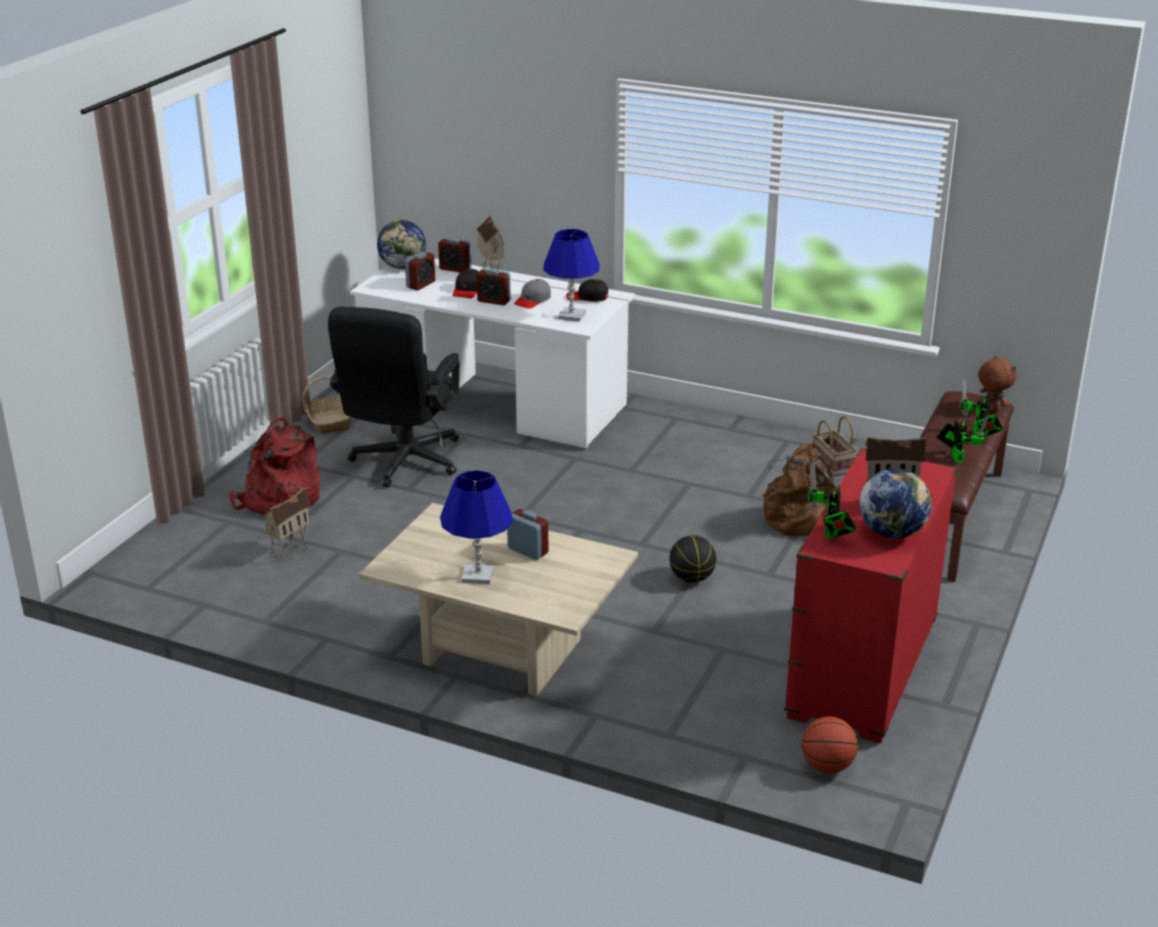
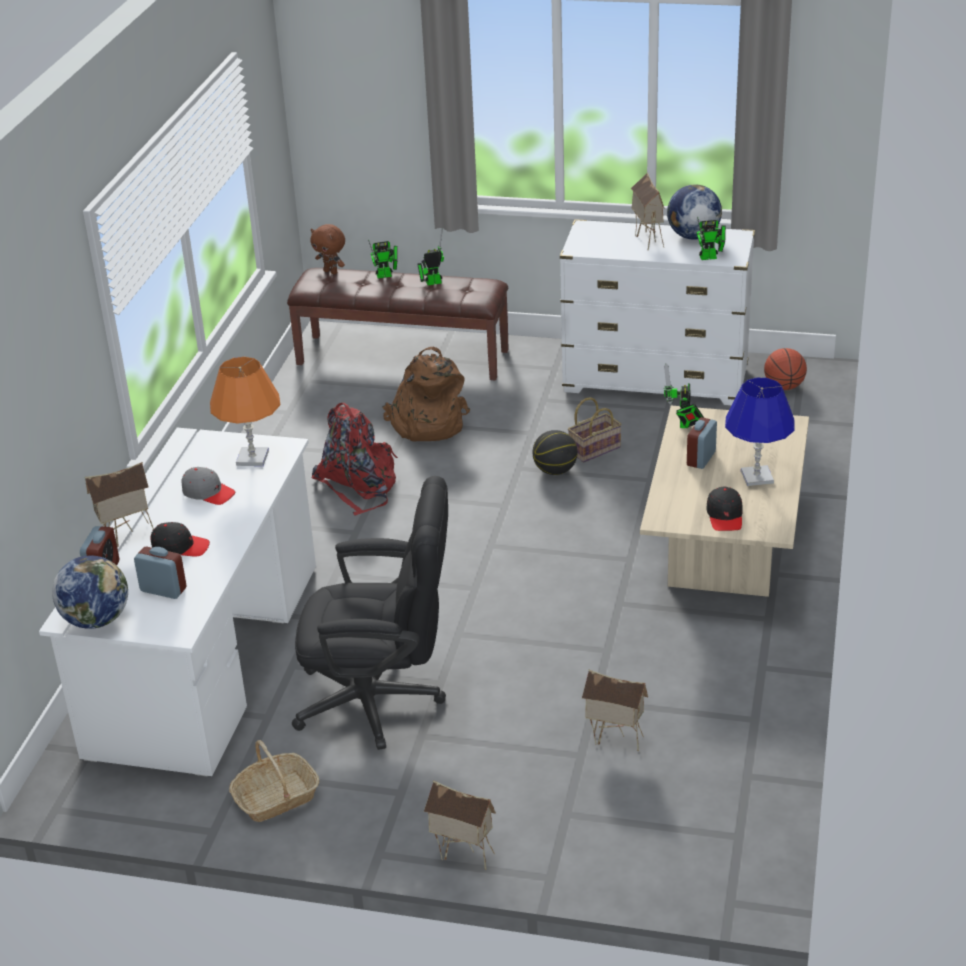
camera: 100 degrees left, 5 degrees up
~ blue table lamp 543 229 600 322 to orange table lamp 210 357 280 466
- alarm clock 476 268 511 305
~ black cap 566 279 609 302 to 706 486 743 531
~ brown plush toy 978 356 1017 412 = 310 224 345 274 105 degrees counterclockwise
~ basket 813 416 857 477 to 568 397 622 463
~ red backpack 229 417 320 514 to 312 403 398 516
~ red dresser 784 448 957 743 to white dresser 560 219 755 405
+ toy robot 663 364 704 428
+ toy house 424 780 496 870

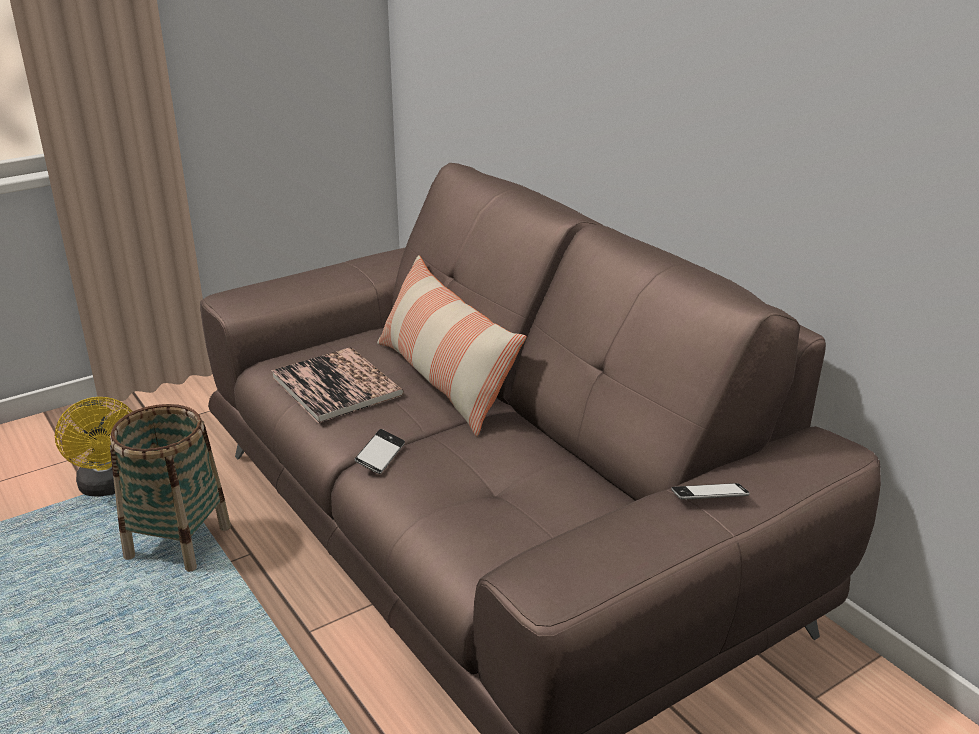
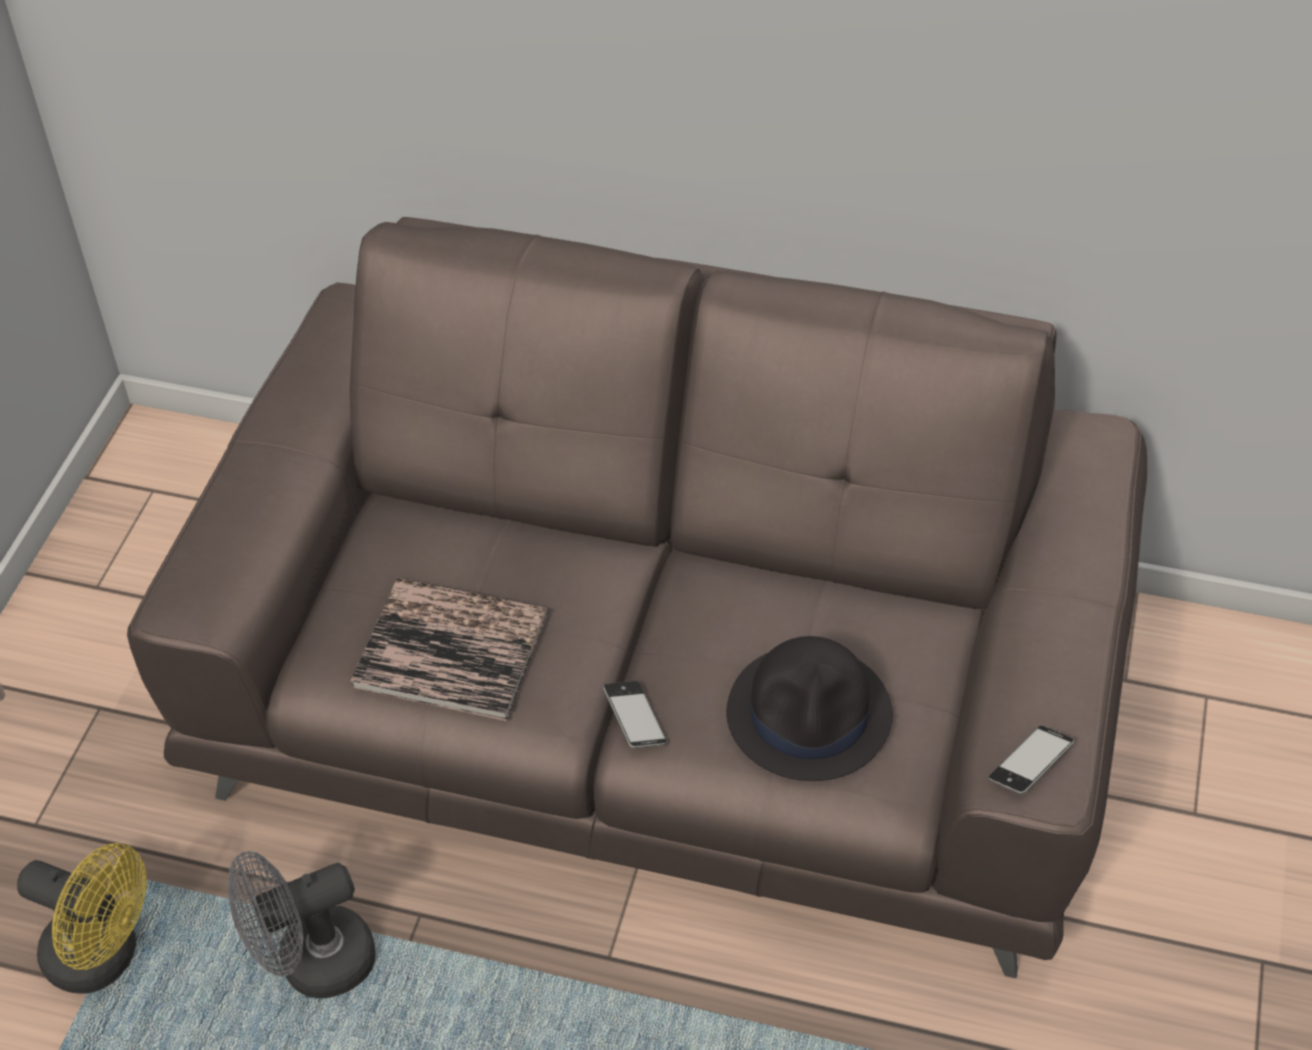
camera: 40 degrees left, 20 degrees up
- pillow 377 255 526 436
~ basket 110 404 231 572 to grey fan 227 851 376 998
~ phone 671 483 750 499 to 989 726 1074 794
+ black hat 726 636 893 781

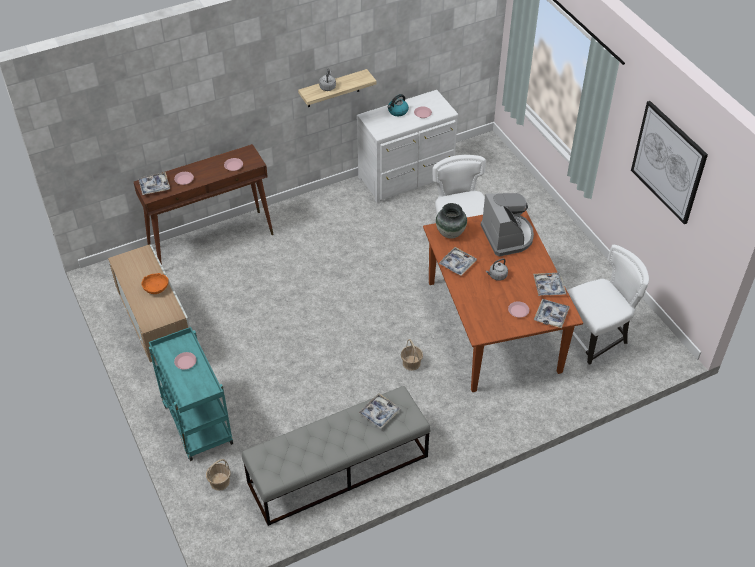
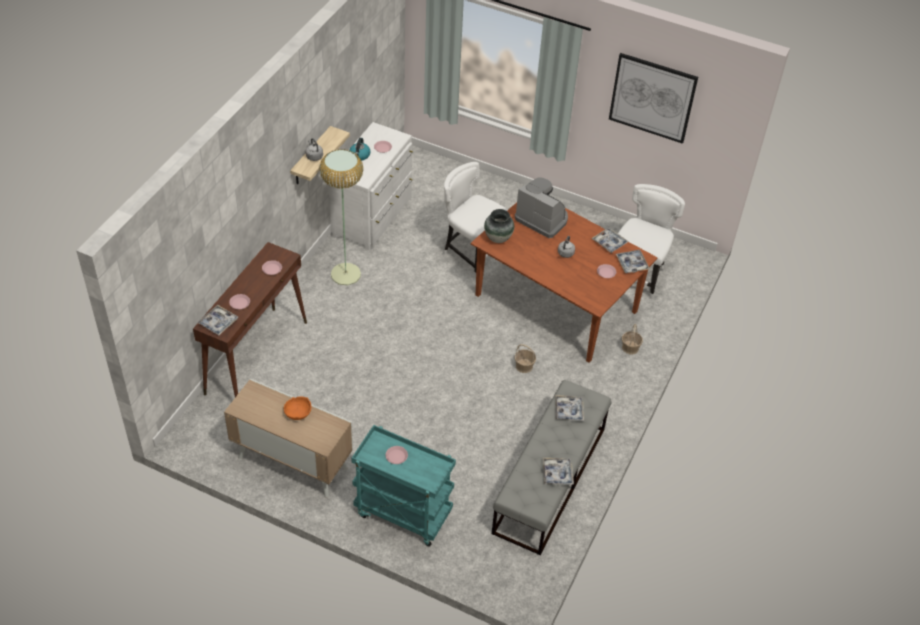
camera: 40 degrees left, 0 degrees up
~ tray 438 247 477 276 to 543 458 574 485
~ basket 206 459 231 491 to 622 324 643 354
+ floor lamp 319 149 363 285

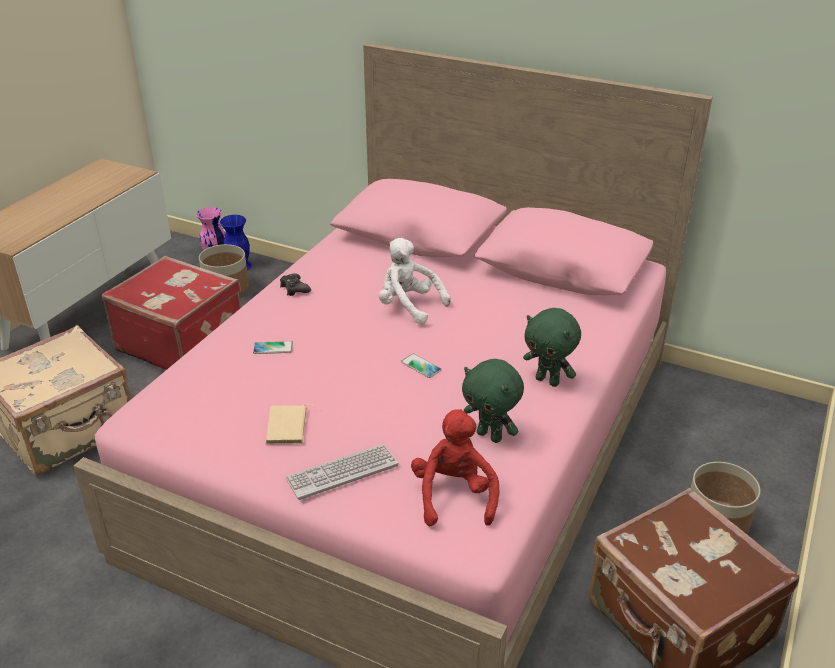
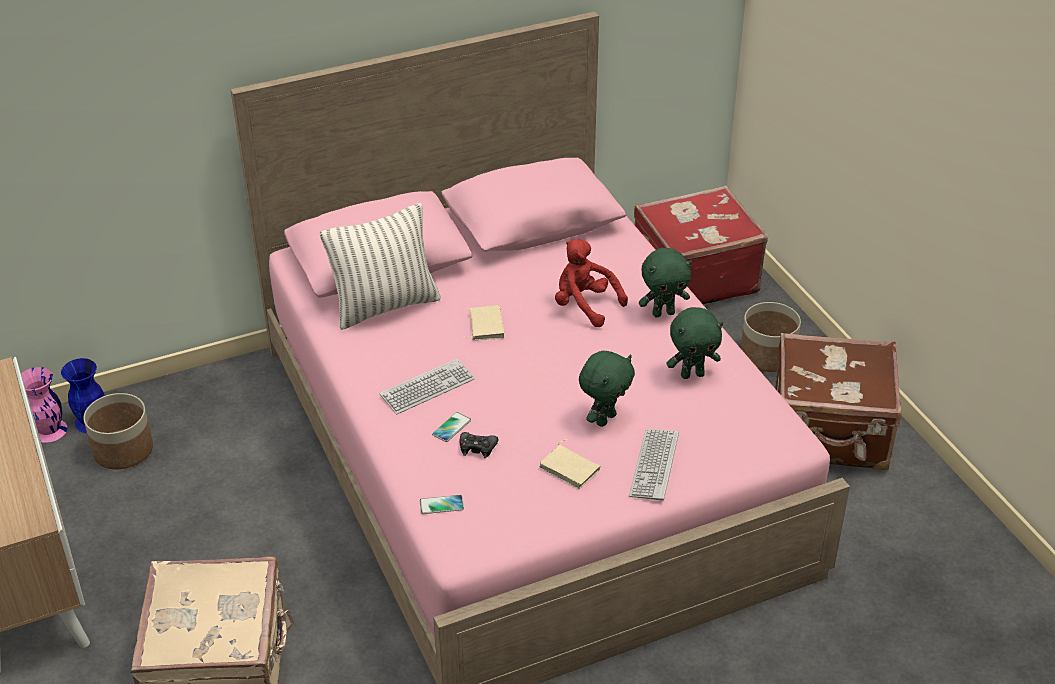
camera: 50 degrees left, 5 degrees up
~ white plush toy 379 238 451 325 to beige book 464 305 504 340
~ red suitcase 102 256 241 370 to 634 185 768 304
~ black game controller 280 273 311 296 to 460 432 499 458
~ phone 401 354 442 378 to 420 495 464 514
~ red plush toy 411 409 499 526 to 555 239 628 327
+ pillow 320 203 441 330
+ green plush toy 579 351 635 427
+ keyboard 379 359 475 414

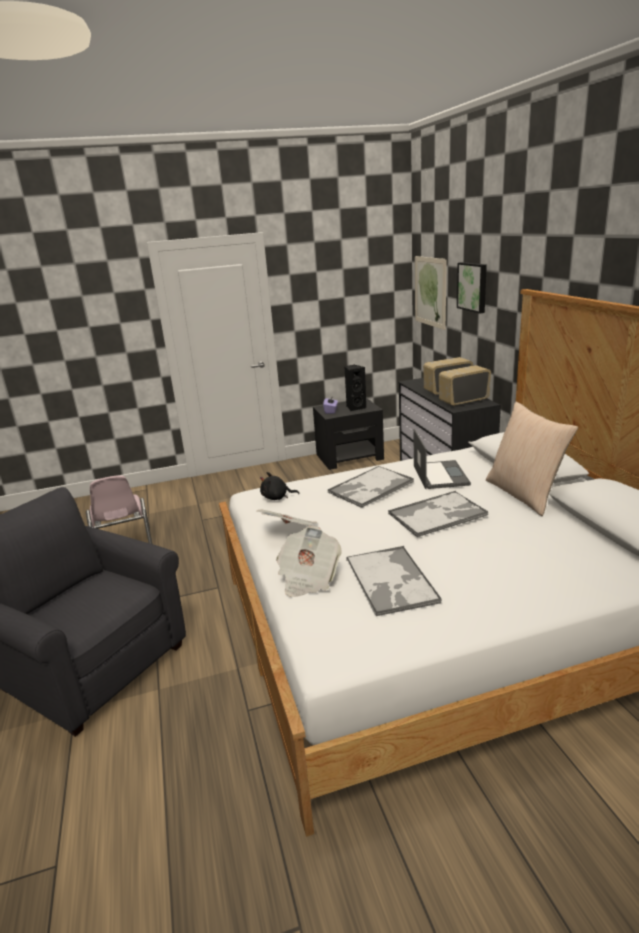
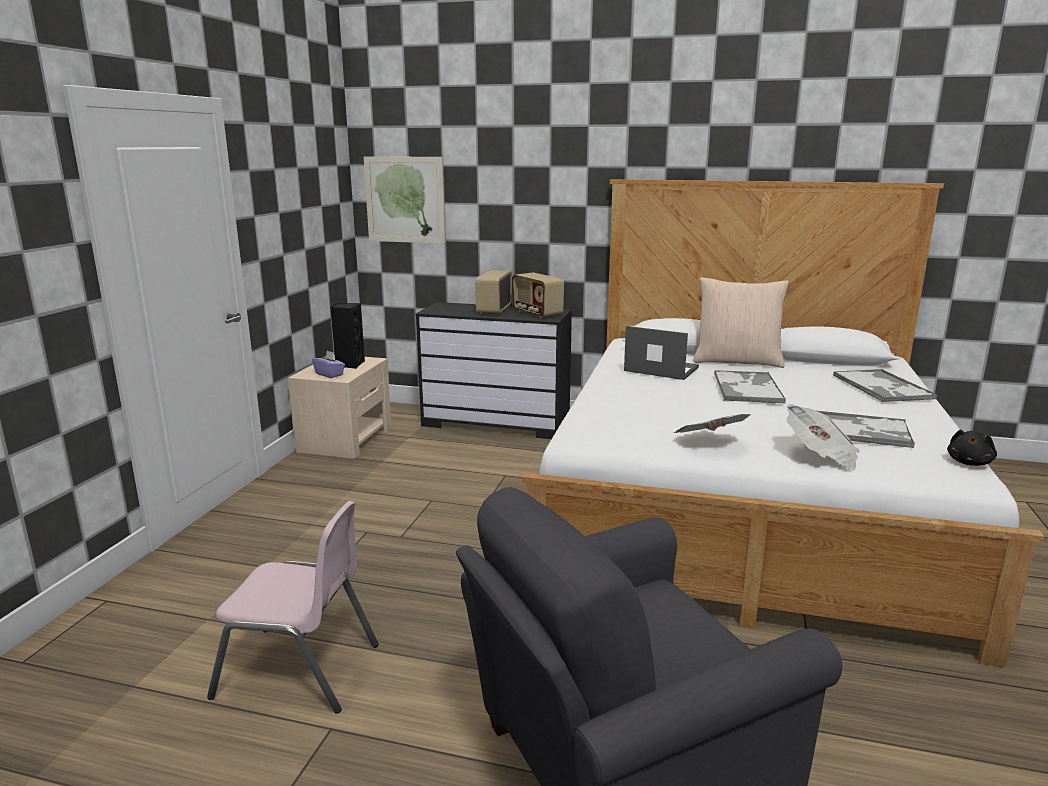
camera: 60 degrees left, 5 degrees down
- picture 457 262 487 314
~ radio 439 365 491 406 = 512 272 564 318 45 degrees counterclockwise
~ black nightstand 313 398 384 470 to beige nightstand 288 354 391 459
~ tray 328 466 414 508 to 833 369 937 402
~ black plush toy 260 472 300 500 to 947 429 997 466

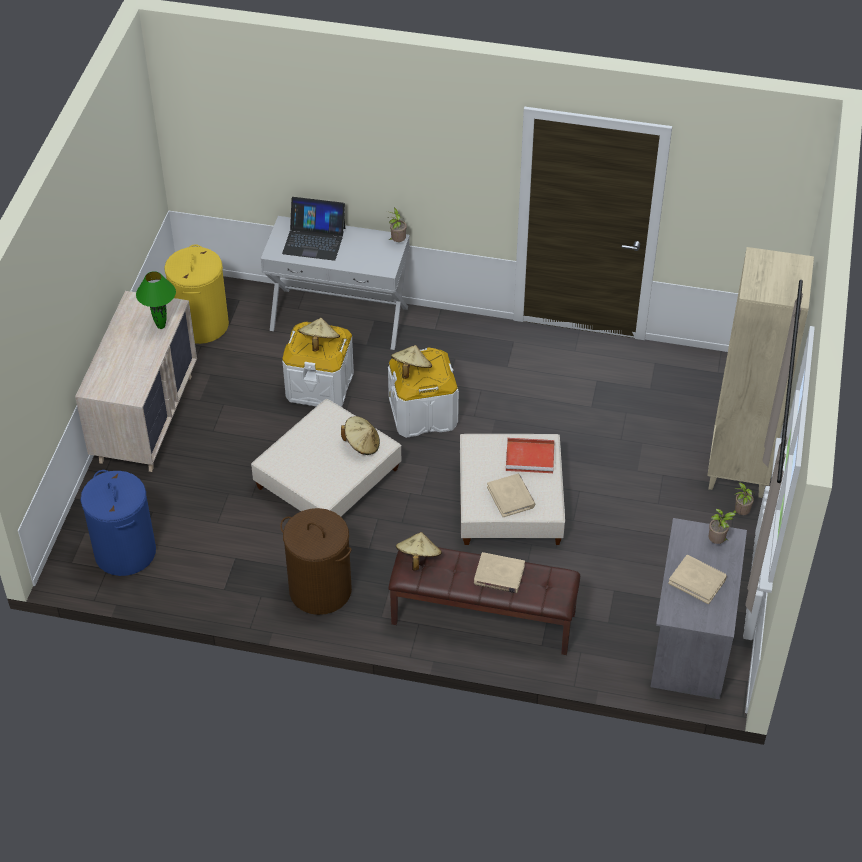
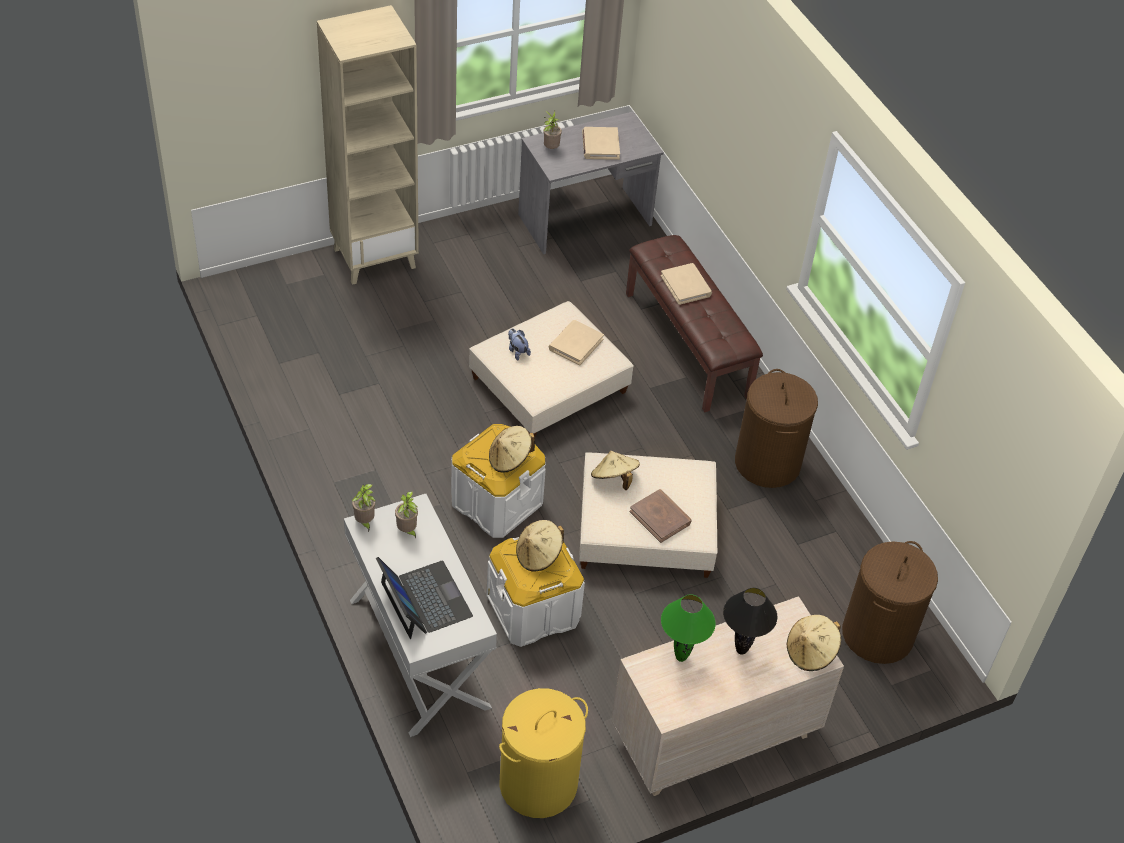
camera: 130 degrees left, 0 degrees up
~ red tray 506 438 555 473 to plush toy 508 328 531 360
~ blue laundry basket 80 470 156 576 to brown laundry basket 842 541 938 664
~ potted plant 733 482 755 515 to 395 491 418 538
~ beige hat 396 532 442 571 to 787 615 841 671
+ brown book 630 489 692 543
+ black table lamp 723 588 777 655

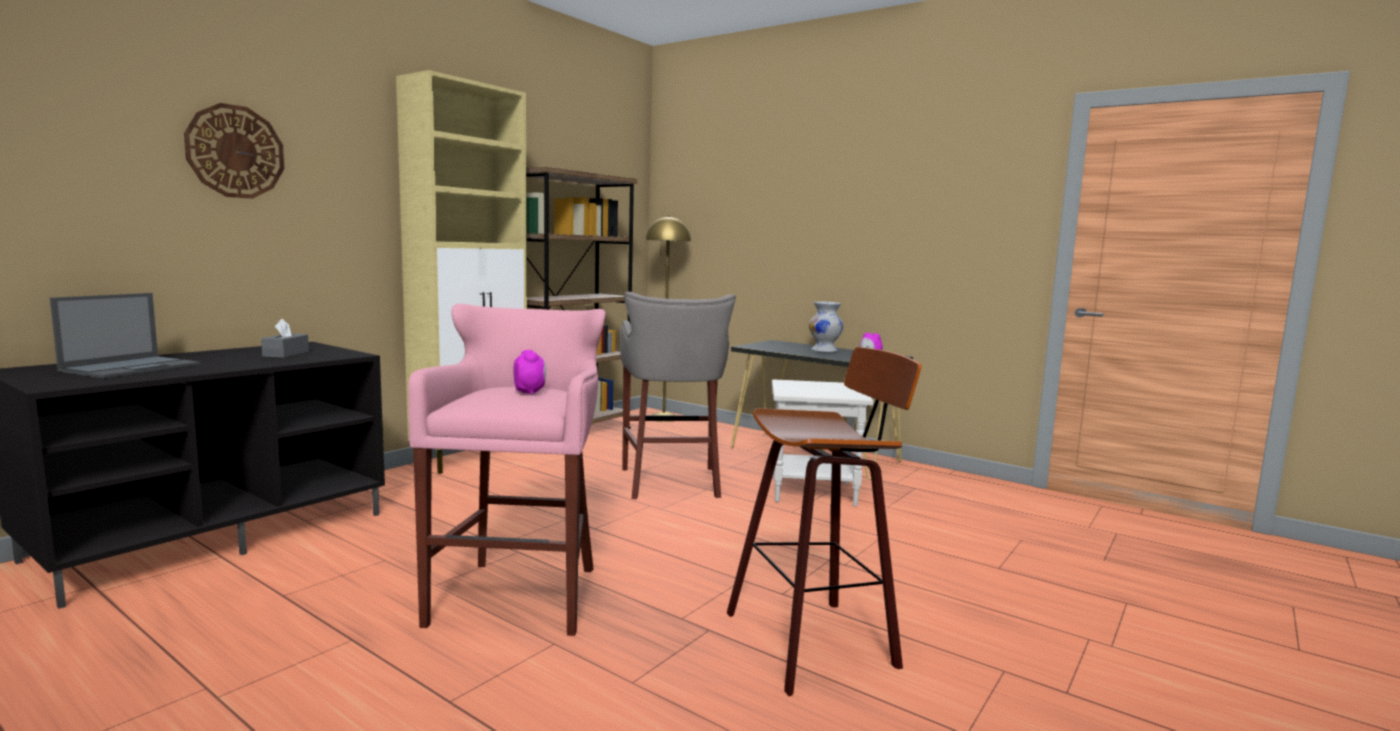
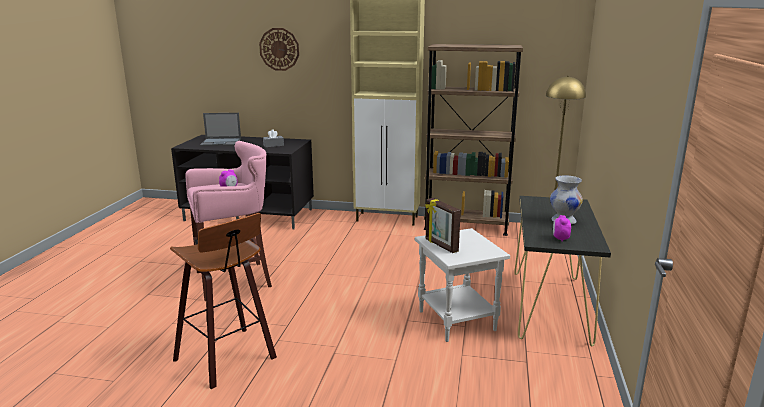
camera: 65 degrees right, 10 degrees up
- grey stool 620 292 736 499
+ picture frame 425 198 461 253

